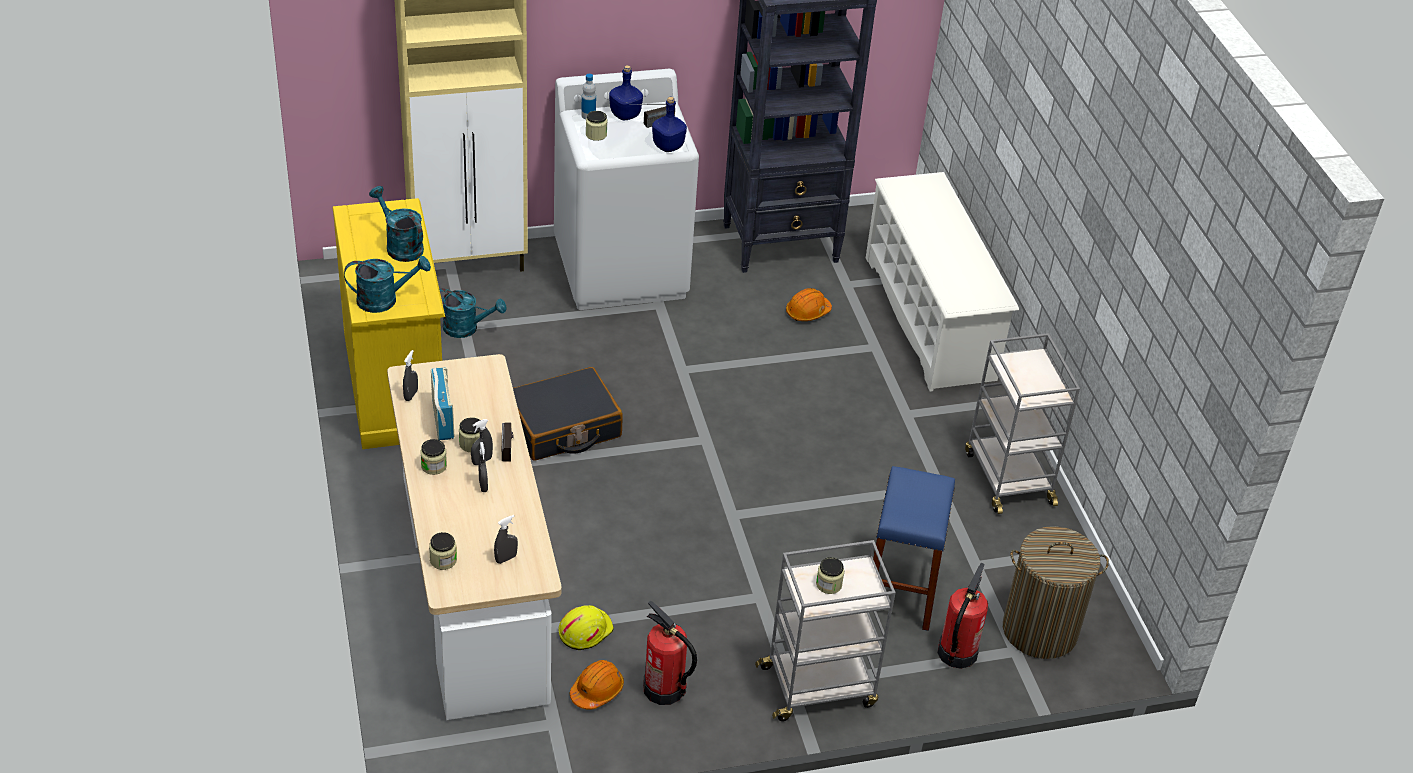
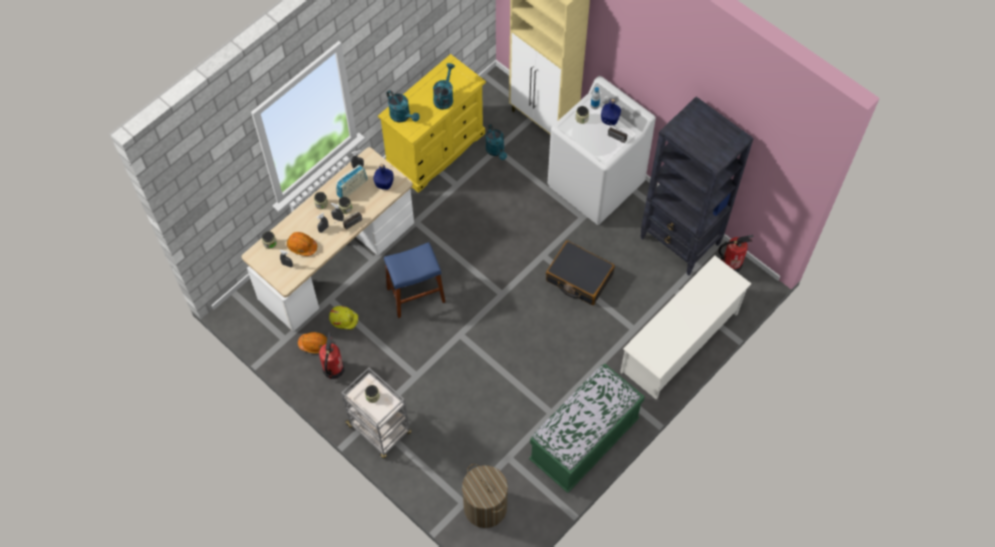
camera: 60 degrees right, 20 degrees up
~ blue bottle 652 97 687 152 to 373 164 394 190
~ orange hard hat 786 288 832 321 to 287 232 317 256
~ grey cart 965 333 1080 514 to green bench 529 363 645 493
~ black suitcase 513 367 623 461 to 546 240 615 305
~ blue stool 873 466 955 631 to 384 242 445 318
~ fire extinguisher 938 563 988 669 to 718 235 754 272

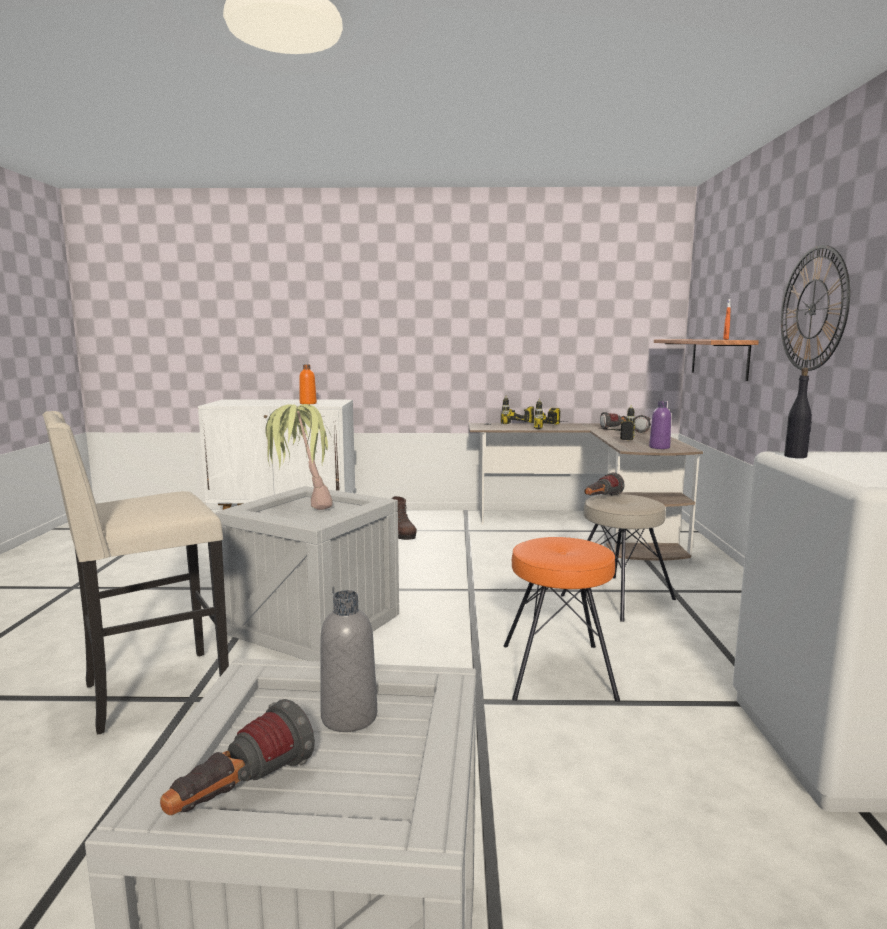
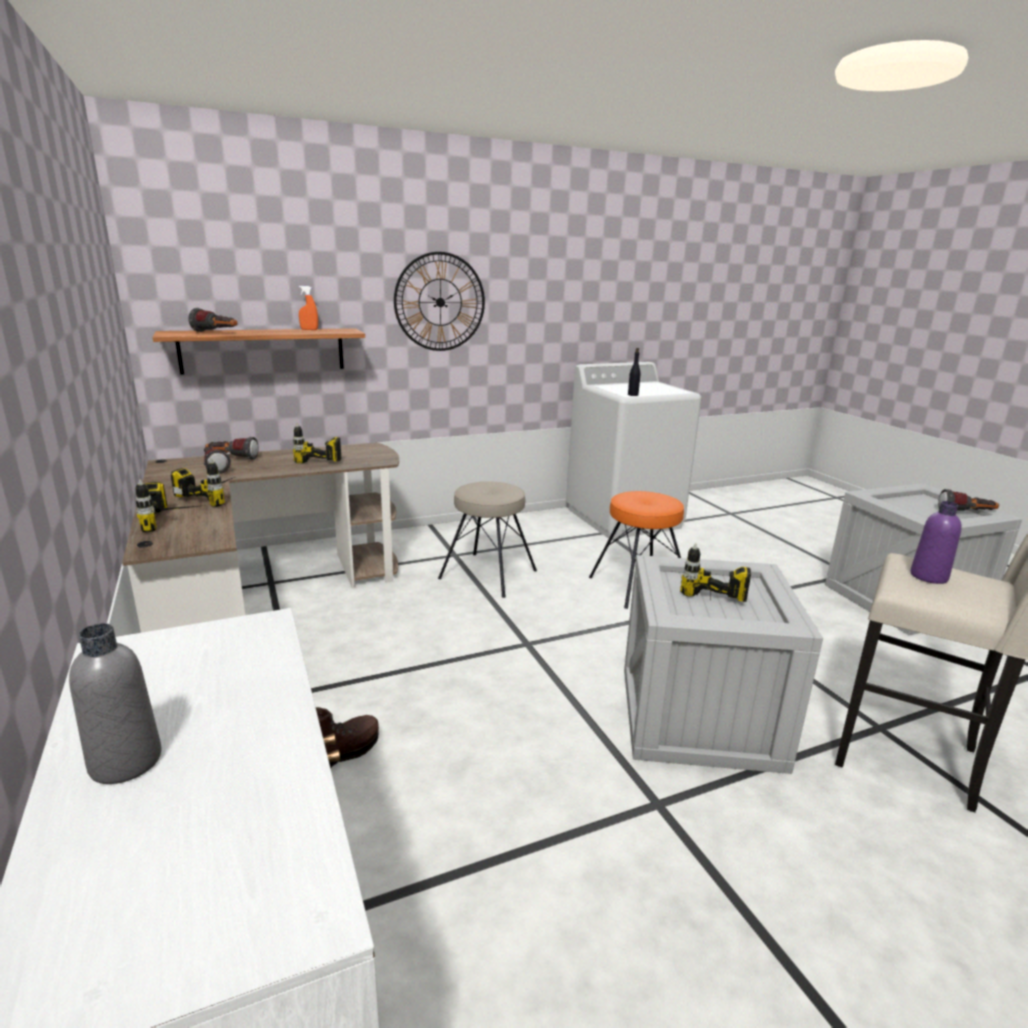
camera: 115 degrees left, 10 degrees up
- orange bottle 299 364 317 404
~ purple bottle 649 401 671 449 to 910 501 962 584
~ potted plant 265 404 334 510 to power drill 680 543 751 602
~ flashlight 585 472 625 496 to 188 308 237 332
~ grey bottle 320 590 377 732 to 69 623 162 784

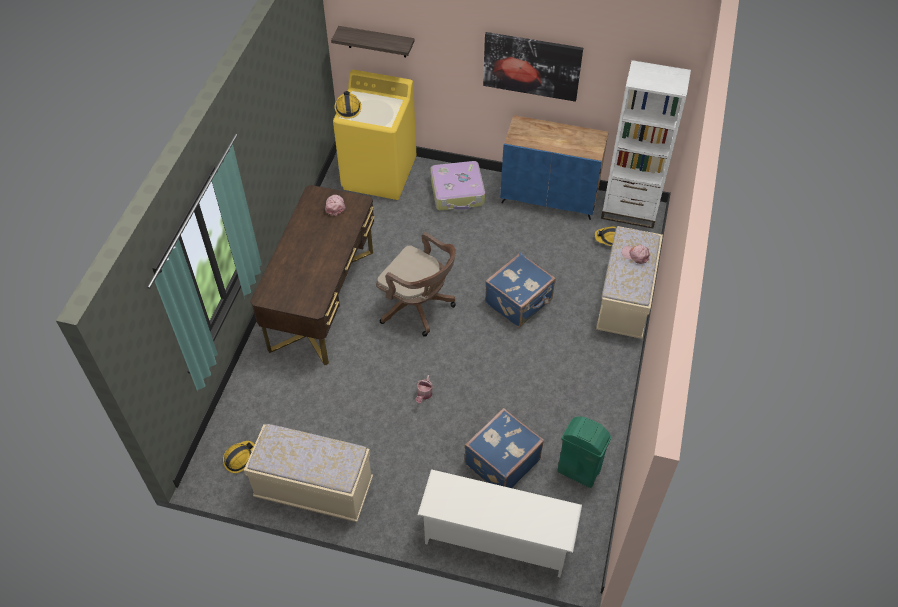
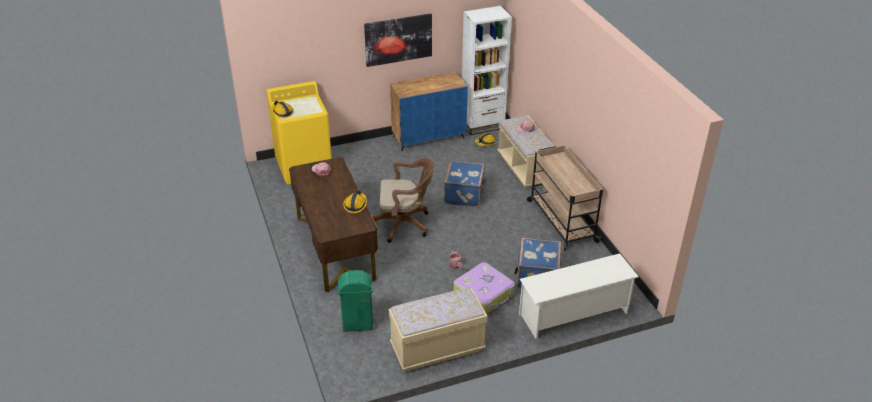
camera: 35 degrees left, 15 degrees down
- shelf 331 26 415 57
~ suitcase 430 161 485 211 to 453 262 515 314
~ green trash can 557 417 612 488 to 338 270 373 332
~ hard hat 223 441 255 473 to 343 190 367 213
+ beige cart 527 145 603 251

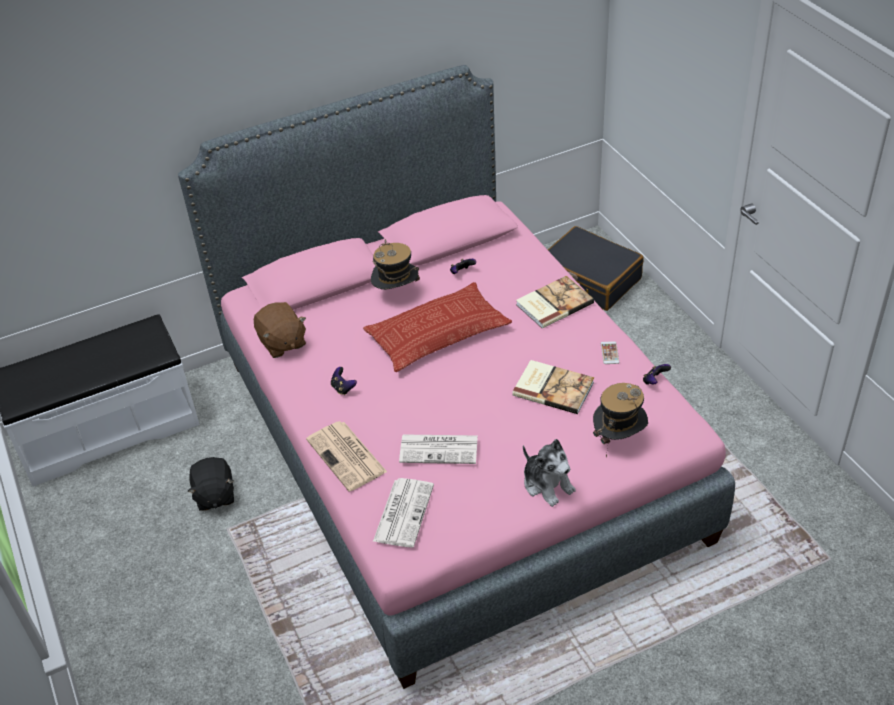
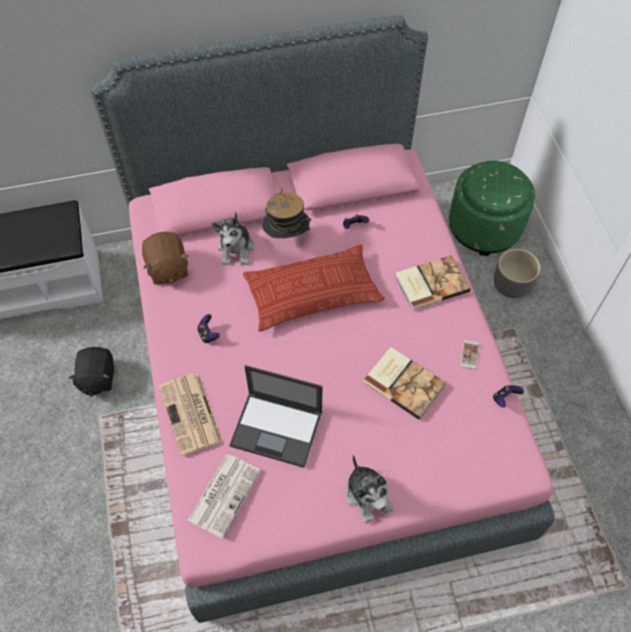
camera: 10 degrees right, 15 degrees up
~ black suitcase 548 226 644 311 to green ottoman 449 161 535 256
- hat 593 383 648 457
~ newspaper 399 434 478 464 to laptop 229 365 322 468
+ plush toy 212 211 254 265
+ grey planter 494 249 541 298

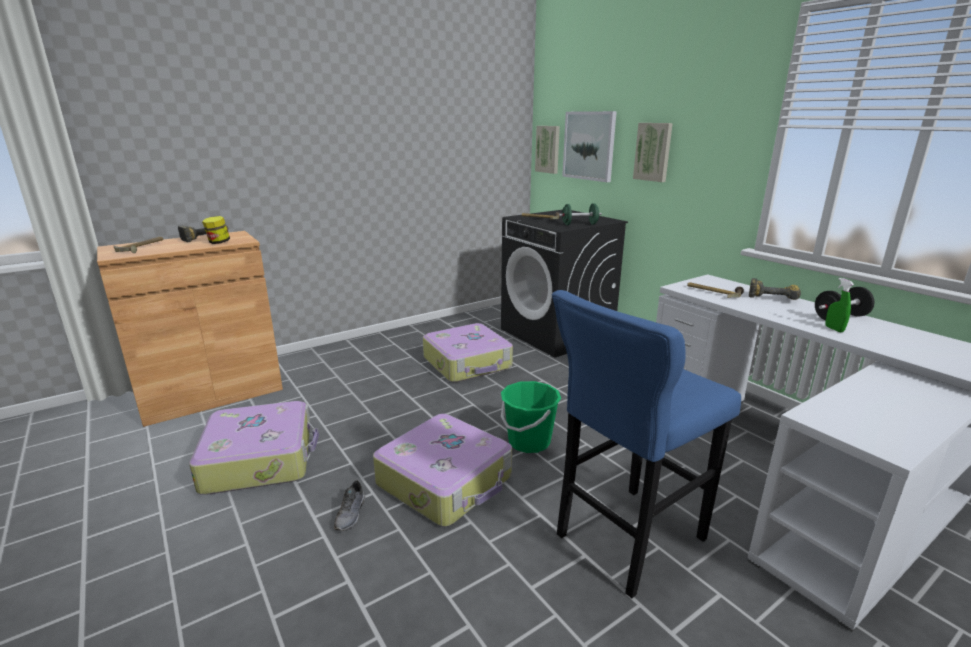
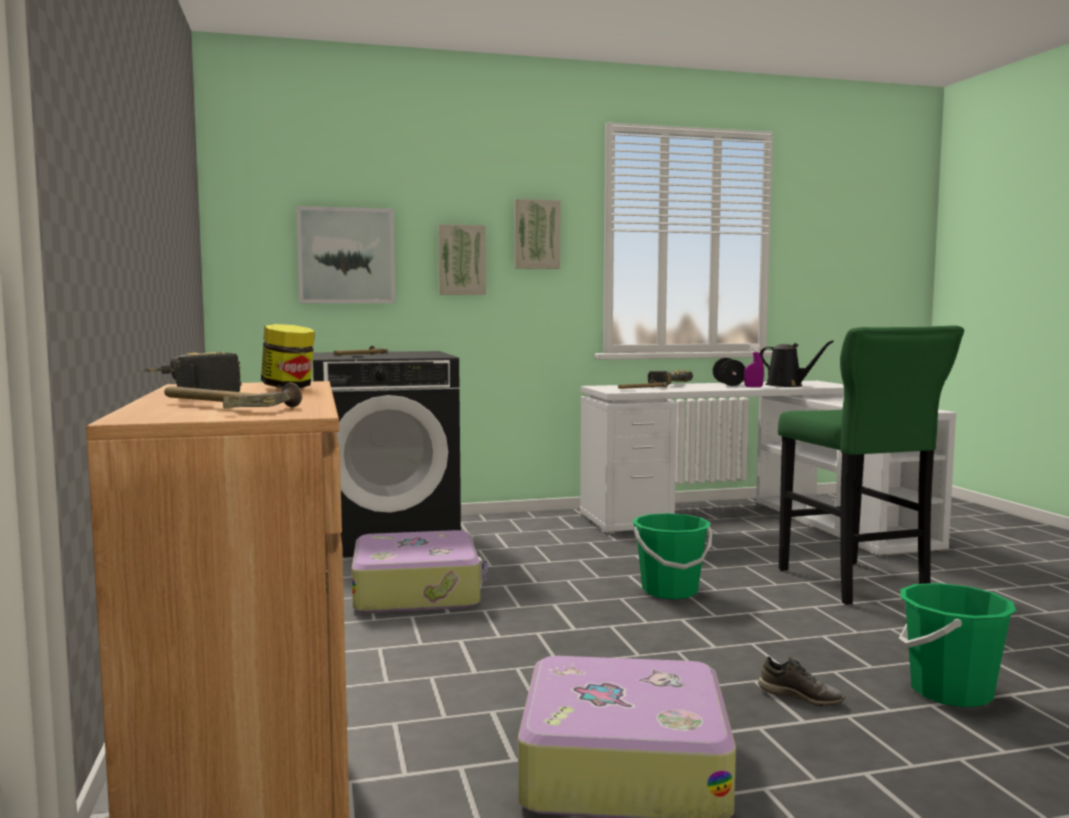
camera: 70 degrees left, 15 degrees down
~ picture 535 126 560 174 to 515 199 560 269
- green dumbbell 559 203 602 225
~ green spray bottle 825 278 854 332 to purple spray bottle 744 343 764 387
~ blue stool 552 290 741 598 to green stool 778 325 964 605
- suitcase 373 414 512 527
+ black watering can 760 340 834 387
+ green bucket 899 583 1016 707

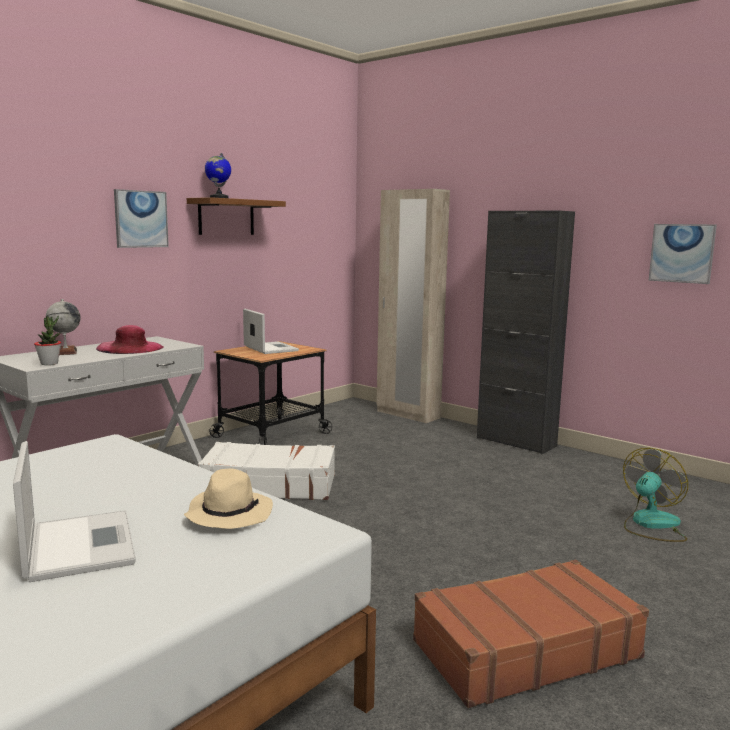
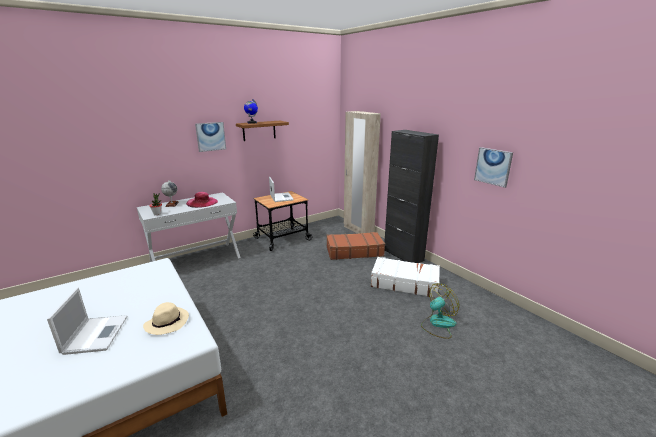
camera: 15 degrees right, 10 degrees up
~ white suitcase 198 442 335 500 to 371 257 440 297
~ brown suitcase 413 560 649 708 to 327 232 385 260

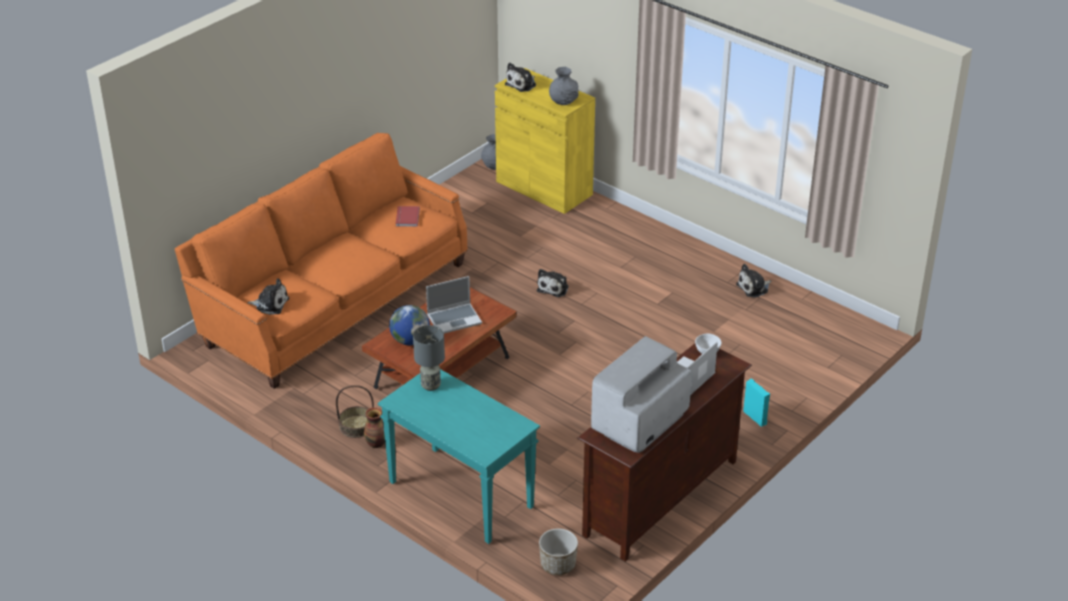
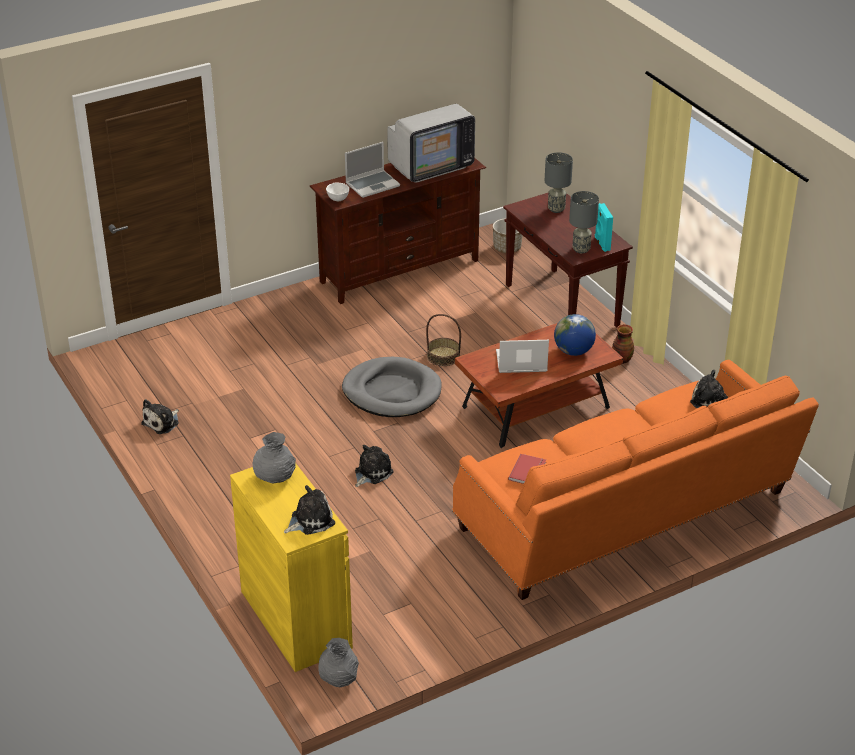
camera: 160 degrees left, 0 degrees up
~ plush toy 736 264 772 298 = 141 399 179 434 135 degrees clockwise
~ turquoise console table 378 369 540 544 to brown console table 503 193 633 328
~ turquoise speaker 743 378 770 427 to 595 203 613 252
~ basket 336 385 374 438 to 426 314 461 366
+ grey table lamp 545 152 573 213
+ grey dog bed 342 357 442 417

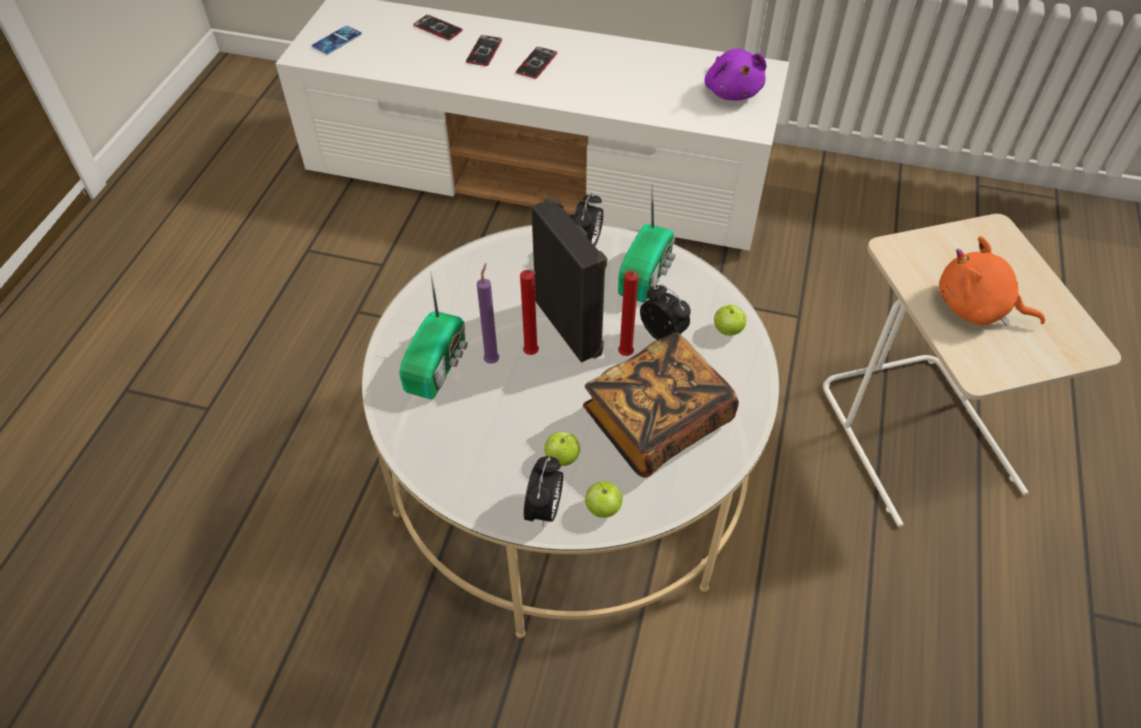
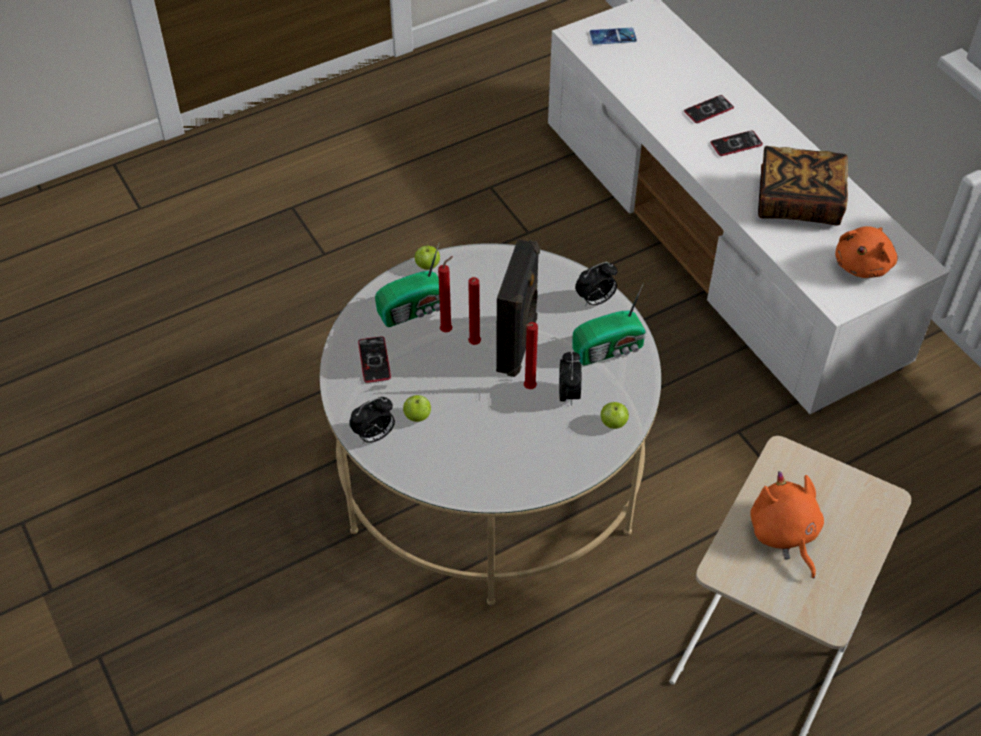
camera: 45 degrees right, 0 degrees up
~ phone 413 15 463 40 to 358 336 391 383
~ purple plush toy 704 49 766 101 to orange plush toy 835 226 898 278
~ purple candle 477 263 499 364 to red candle 438 256 453 332
~ book 583 332 739 477 to 758 146 848 226
~ apple 585 481 622 518 to 415 243 440 270

